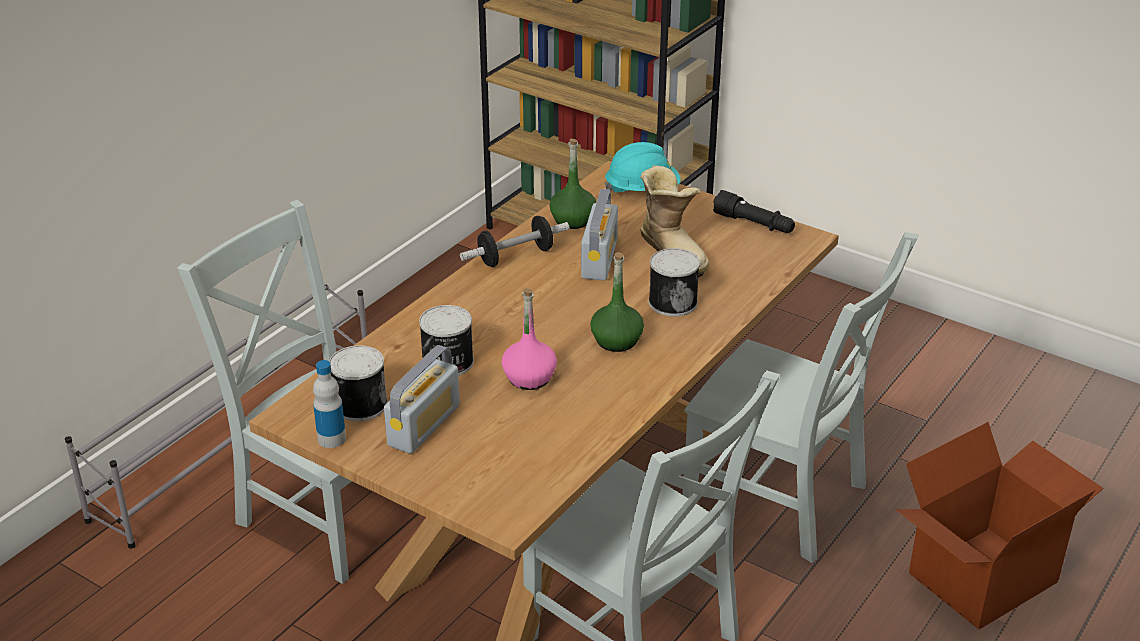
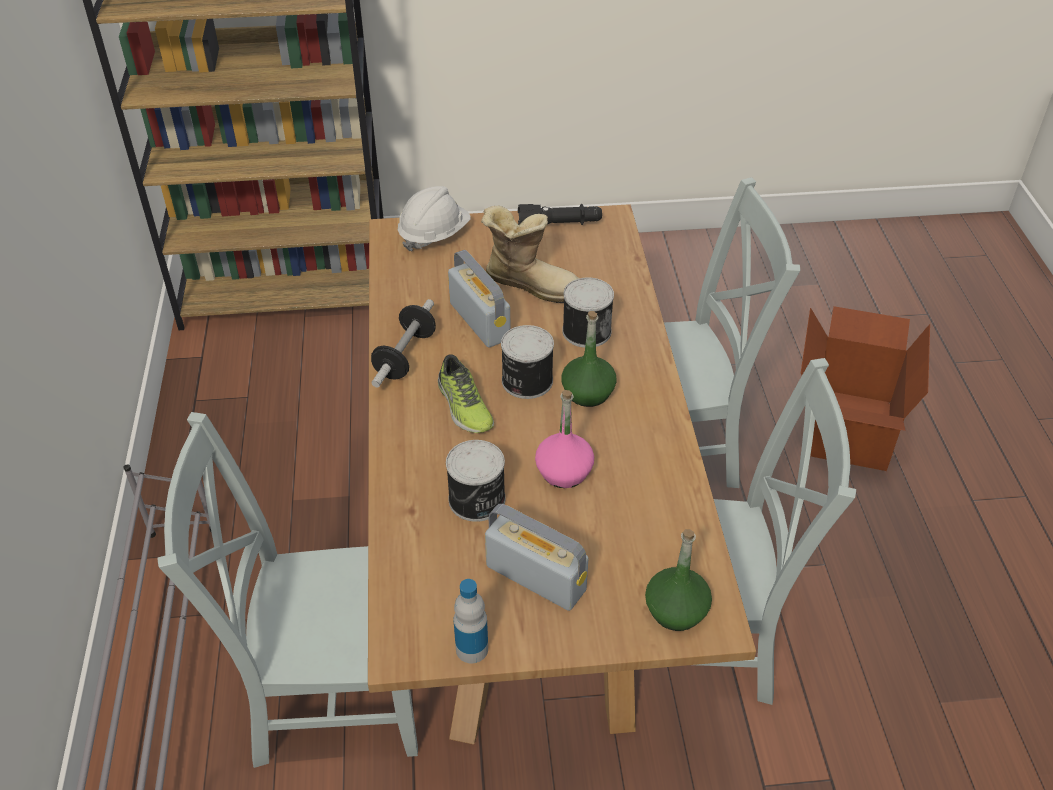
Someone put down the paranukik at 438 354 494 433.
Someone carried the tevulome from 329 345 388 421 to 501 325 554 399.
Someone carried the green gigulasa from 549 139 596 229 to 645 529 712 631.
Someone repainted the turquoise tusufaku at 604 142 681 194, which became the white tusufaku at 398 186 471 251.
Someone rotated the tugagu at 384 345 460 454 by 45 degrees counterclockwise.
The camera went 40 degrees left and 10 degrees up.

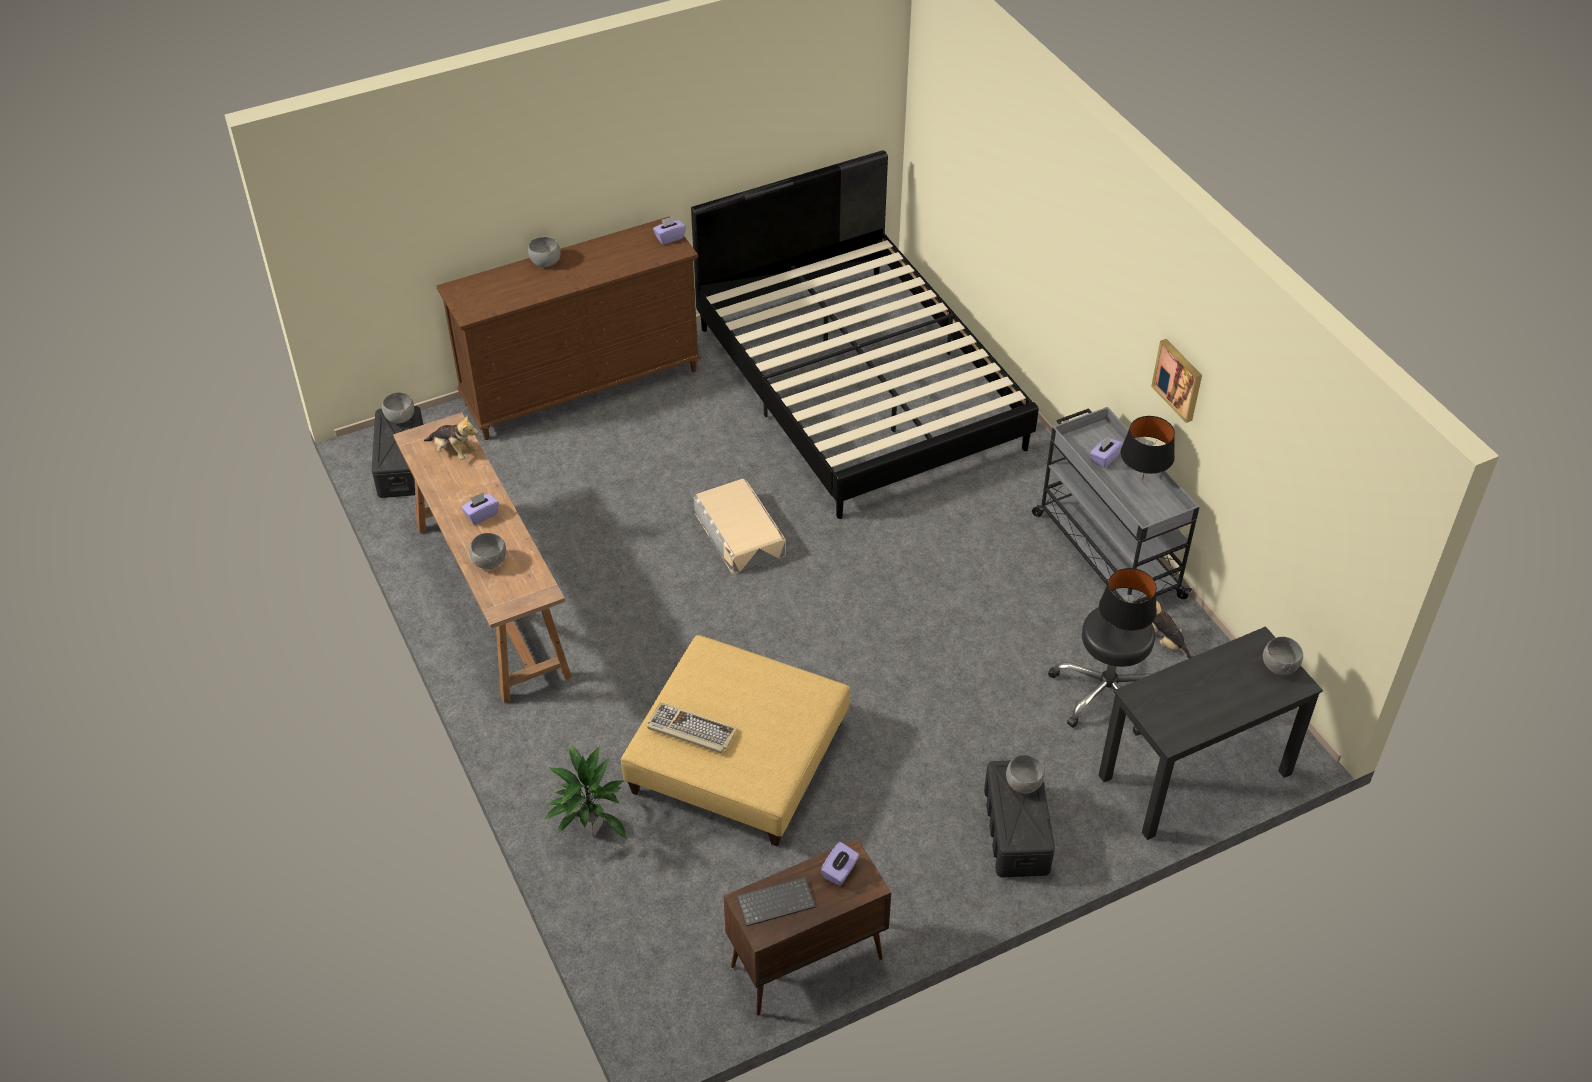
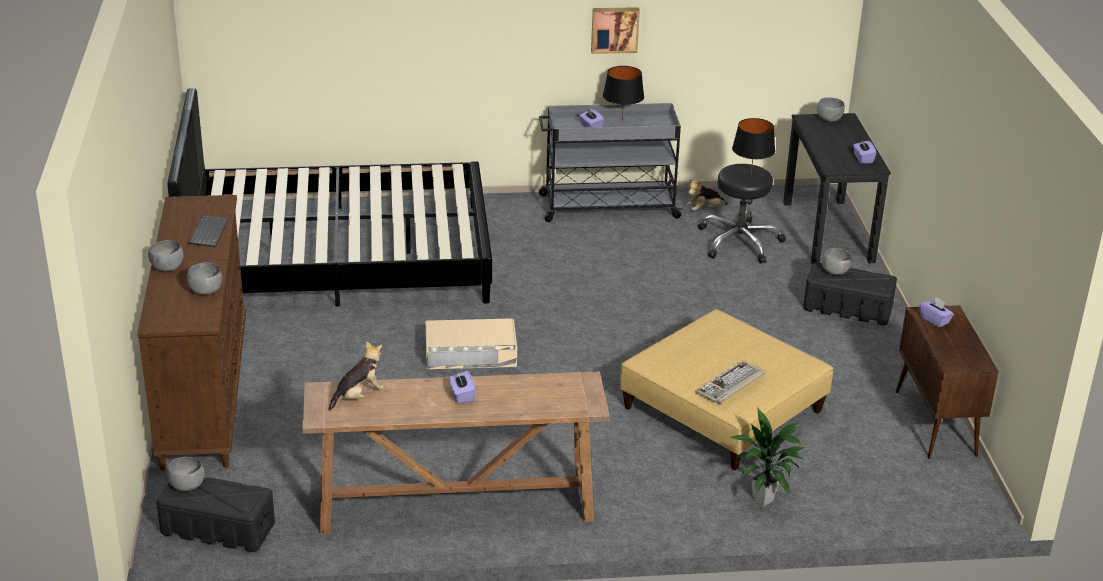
Someone carried the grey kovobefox from 469 533 506 569 to 187 262 222 295.
Someone carried the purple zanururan from 653 217 686 245 to 853 140 876 164.
Someone carried the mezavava from 737 877 815 927 to 189 215 228 248.
The camera went 70 degrees left and 15 degrees down.

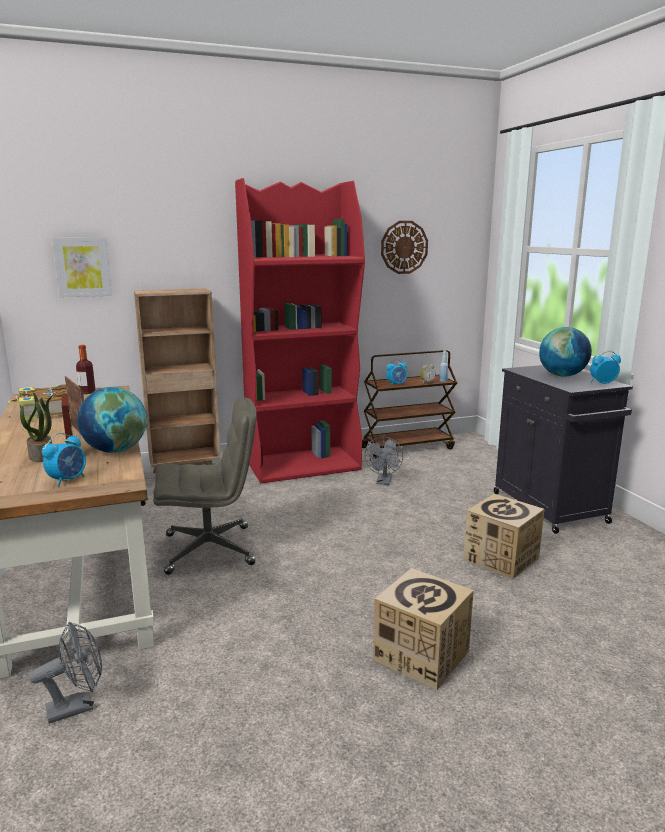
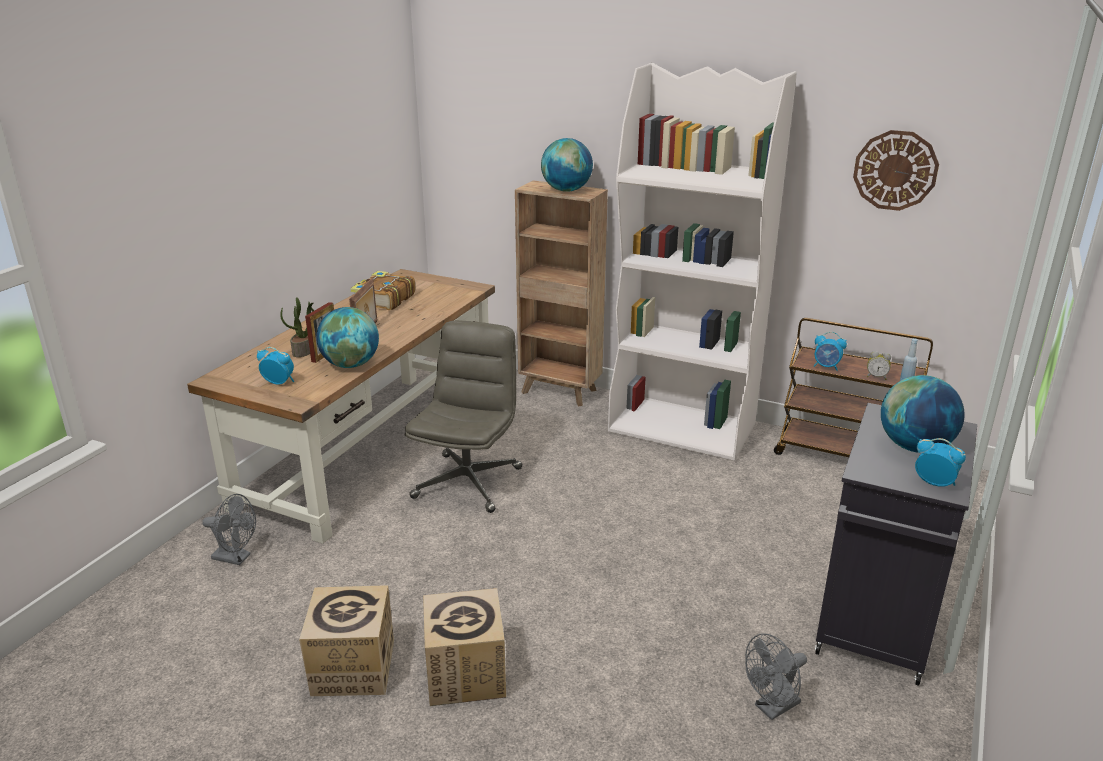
Someone took away the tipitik at 52 238 112 298.
Someone took away the gigulasa at 76 345 96 394.
Someone put down the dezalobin at 541 138 593 192.
Someone carried the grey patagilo from 365 437 403 485 to 745 633 807 720.
Someone carried the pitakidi from 463 494 544 579 to 299 585 394 696.
Someone repainted the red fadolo at 235 178 365 483, which became the white fadolo at 608 63 797 461.
Someone rotated the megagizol at 42 433 86 487 by 150 degrees counterclockwise.
Someone rotated the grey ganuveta at 153 398 257 575 by 105 degrees counterclockwise.
The camera went 45 degrees right and 10 degrees up.

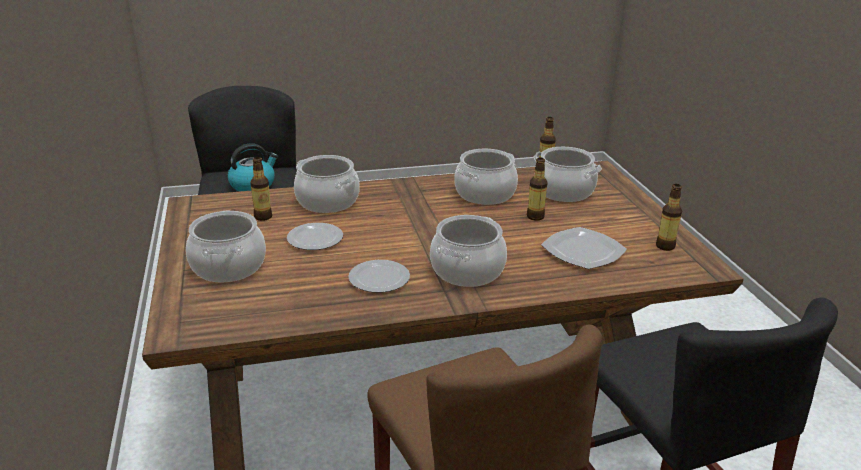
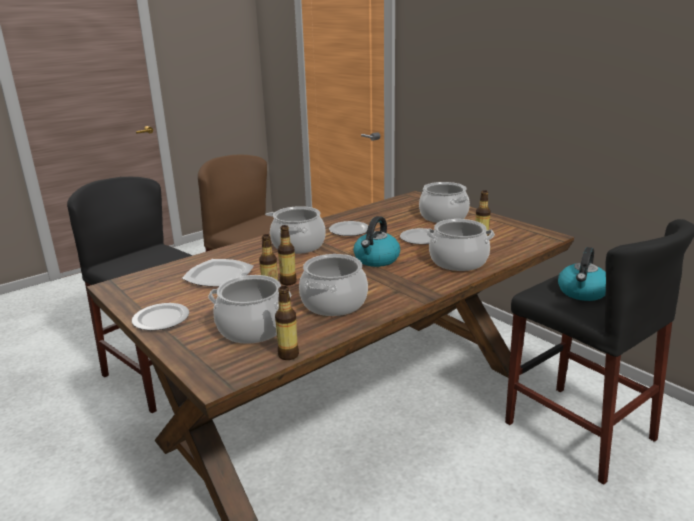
Someone put down the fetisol at 132 303 189 331.
Someone put down the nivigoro at 353 216 400 267.
Someone carried the gigulasa from 656 184 682 251 to 278 225 297 285.
The camera went 155 degrees right and 5 degrees down.

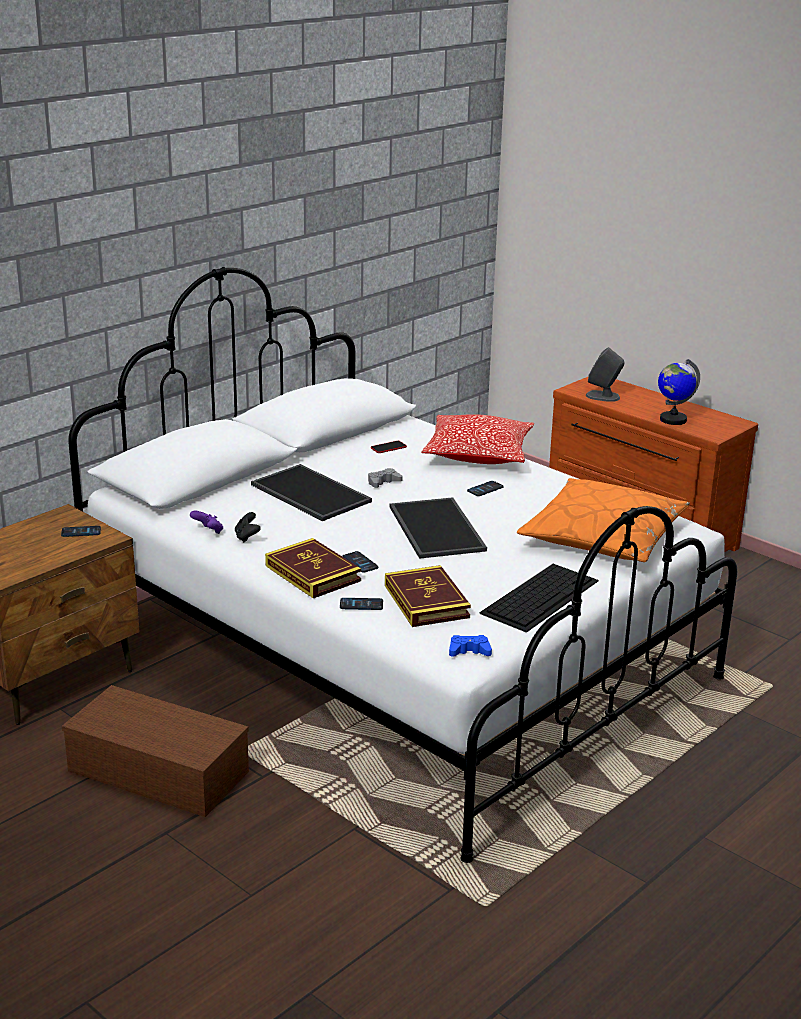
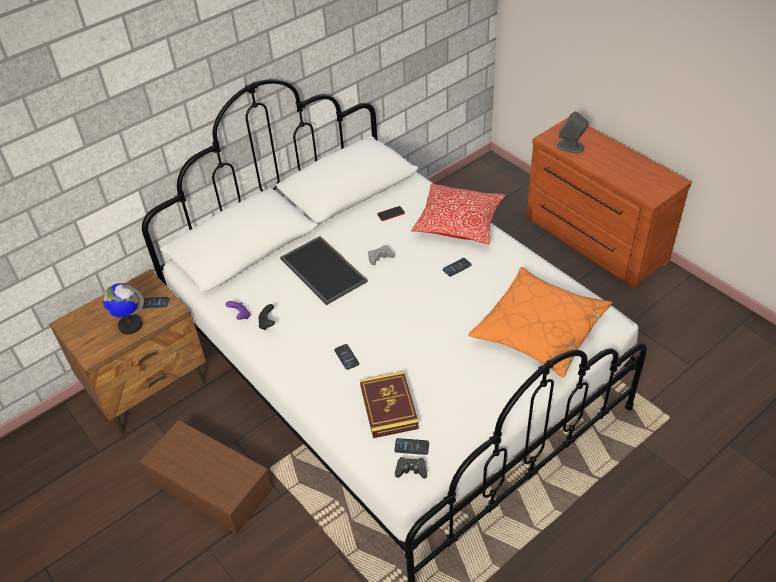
Someone took away the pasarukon at 265 538 361 598.
Someone took away the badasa at 390 497 487 559.
Someone took away the mezavava at 479 564 598 633.
Someone carried the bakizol from 340 598 383 610 to 394 438 429 455.
Someone carried the dezalobin from 658 359 700 425 to 103 283 144 334.
Someone repainted the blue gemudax at 449 635 492 657, which became the black gemudax at 395 457 427 479.
The camera went 10 degrees right and 20 degrees up.

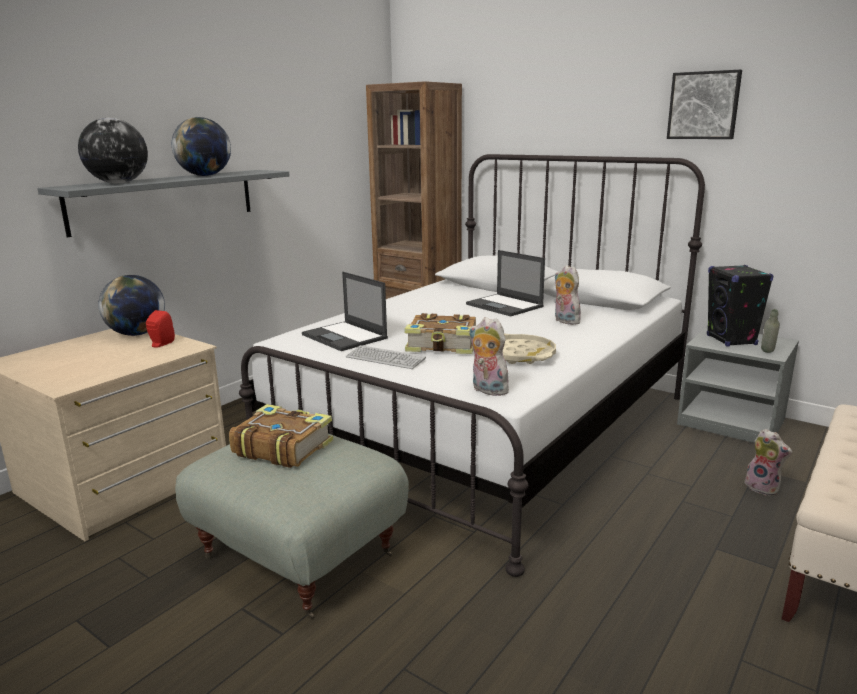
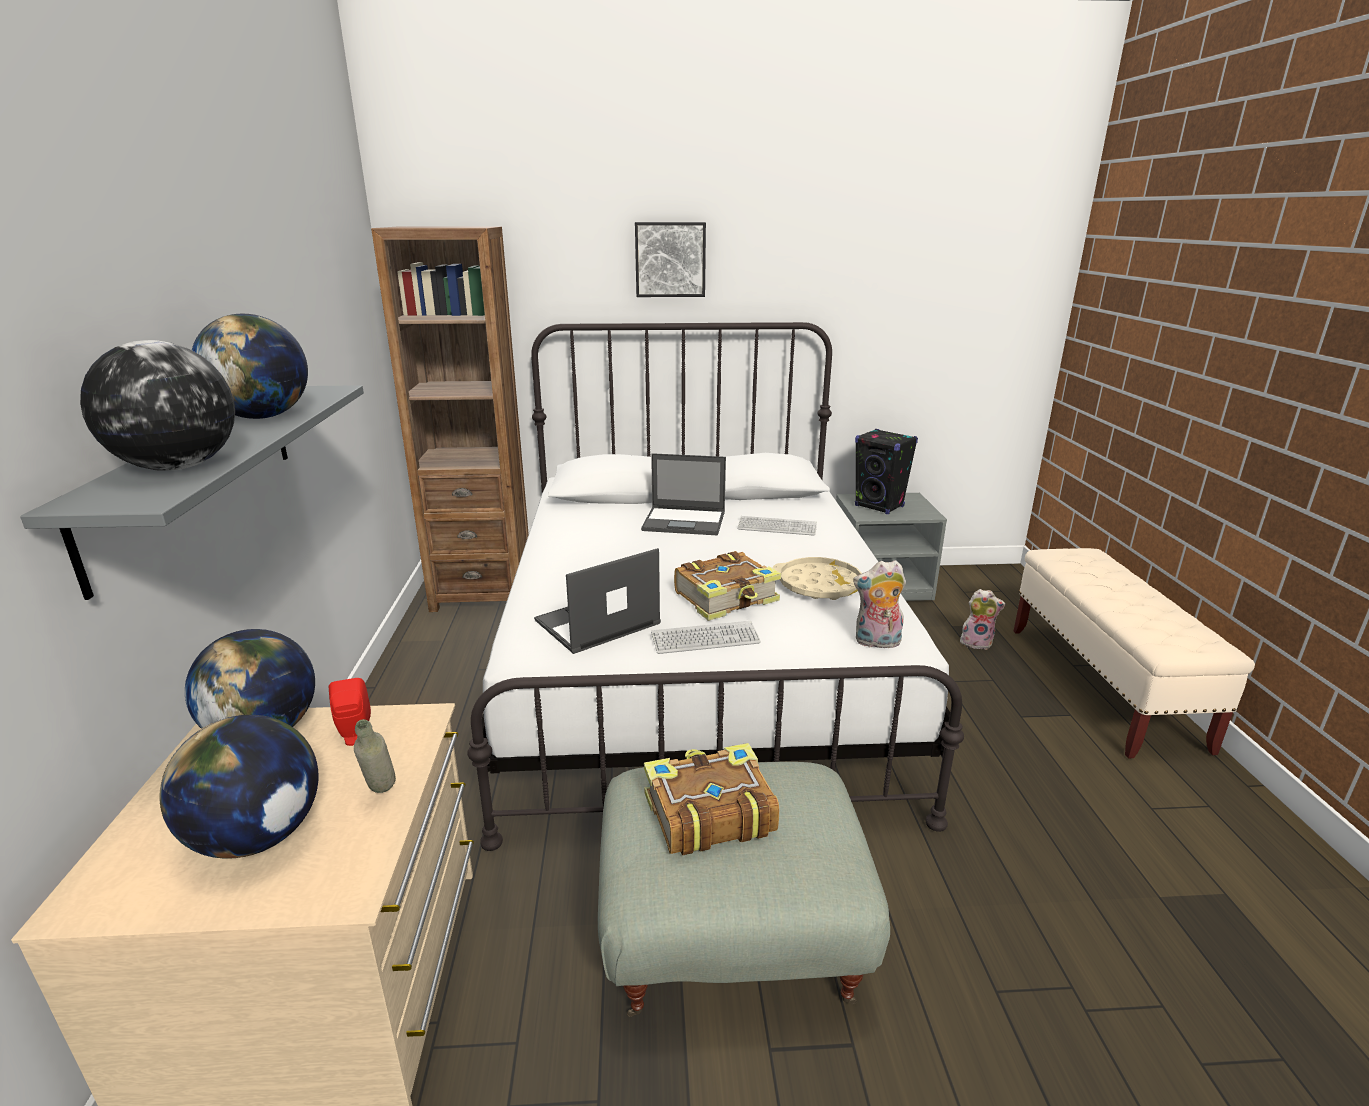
Someone put down the dezalobin at 159 715 318 859.
Someone carried the tipitik from 667 70 742 139 to 635 222 706 297.
Someone carried the grey gigulasa from 761 309 780 353 to 354 719 396 793.
Someone swapped the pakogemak at 554 265 581 325 for the mezavava at 737 516 817 536.
Someone rotated the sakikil at 302 272 388 351 by 135 degrees clockwise.
The camera went 40 degrees left and 5 degrees up.

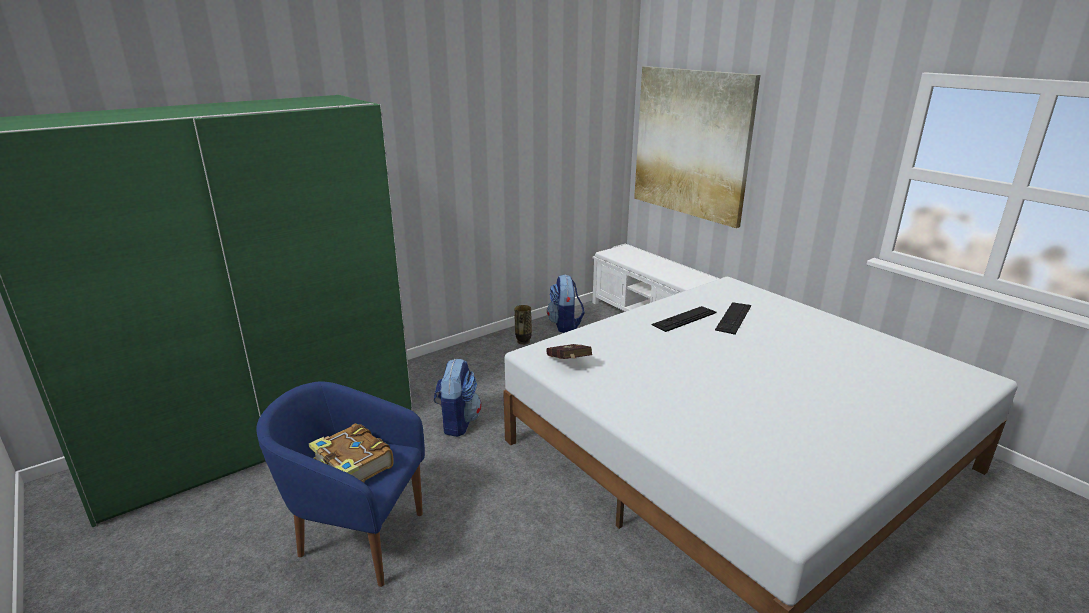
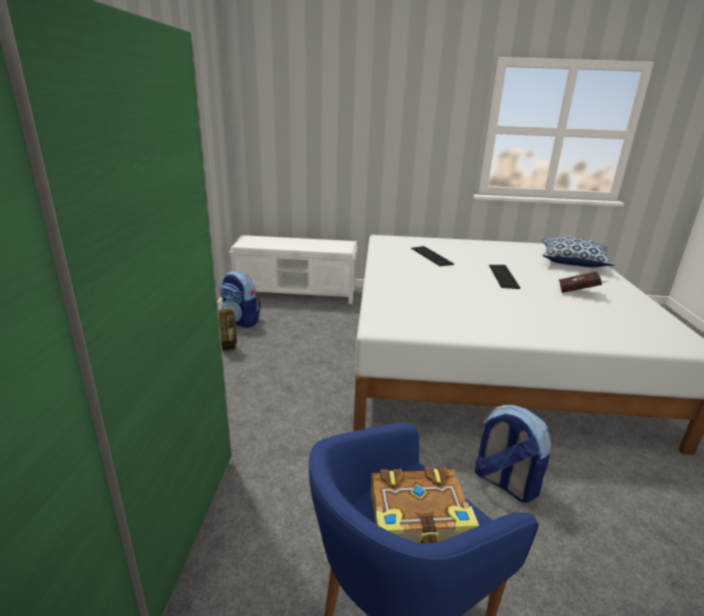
Someone took away the tipitik at 634 66 760 228.
Someone put down the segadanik at 542 237 615 267.
Someone carried the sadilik from 434 359 481 437 to 475 405 551 503.
Someone carried the red pasarukon from 546 344 592 359 to 559 272 607 293.
Someone carried the mezavava from 651 306 716 332 to 489 265 520 289.
The camera went 50 degrees left and 0 degrees up.

